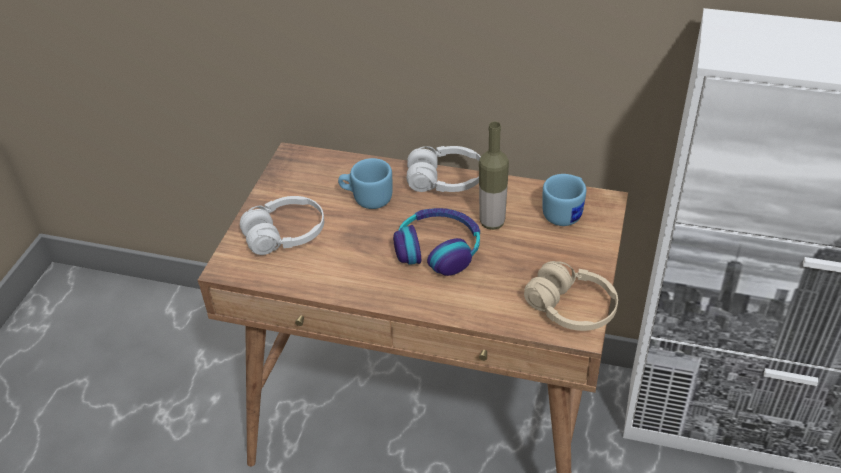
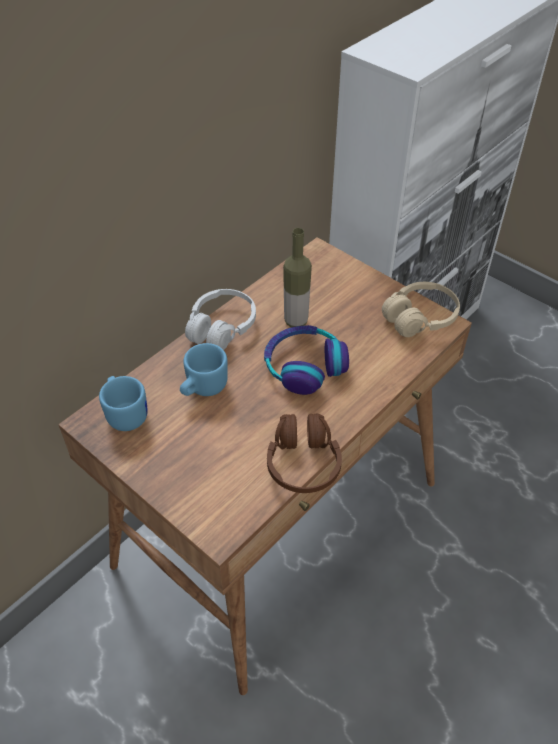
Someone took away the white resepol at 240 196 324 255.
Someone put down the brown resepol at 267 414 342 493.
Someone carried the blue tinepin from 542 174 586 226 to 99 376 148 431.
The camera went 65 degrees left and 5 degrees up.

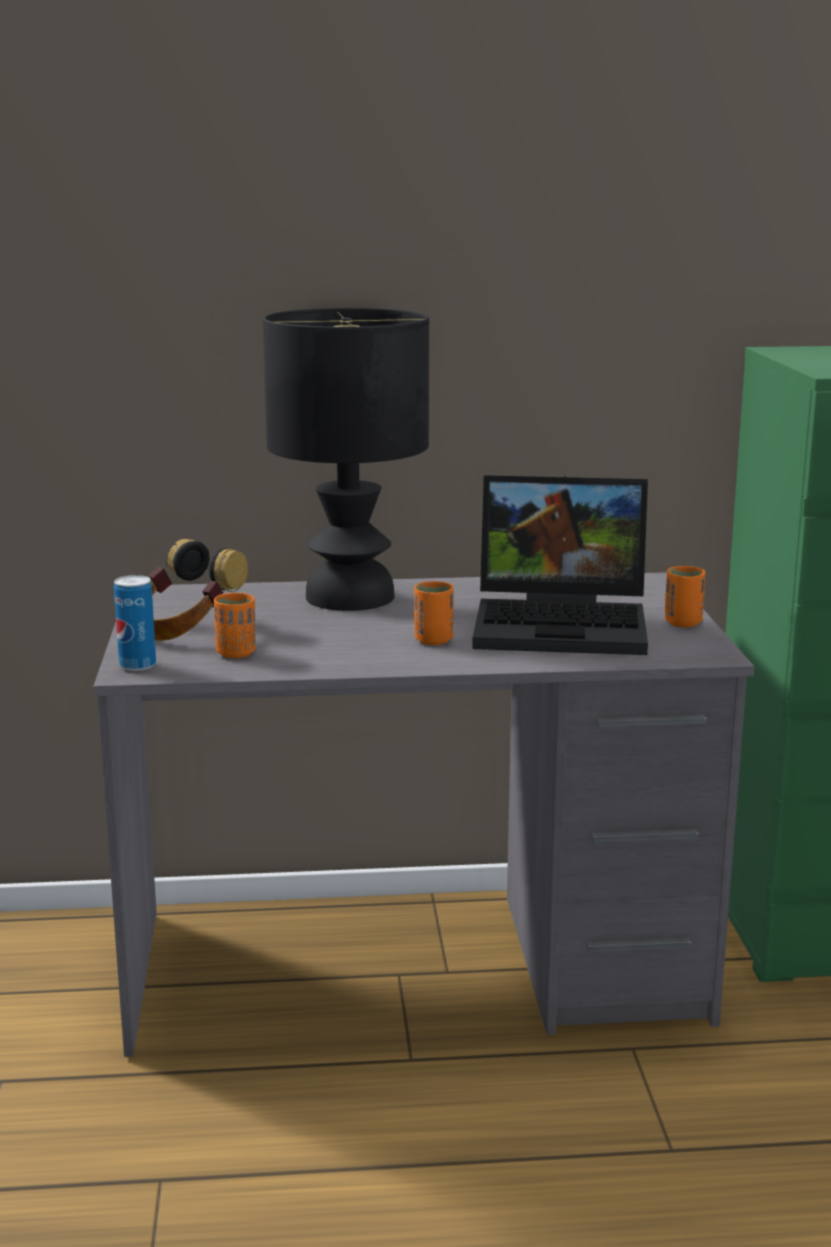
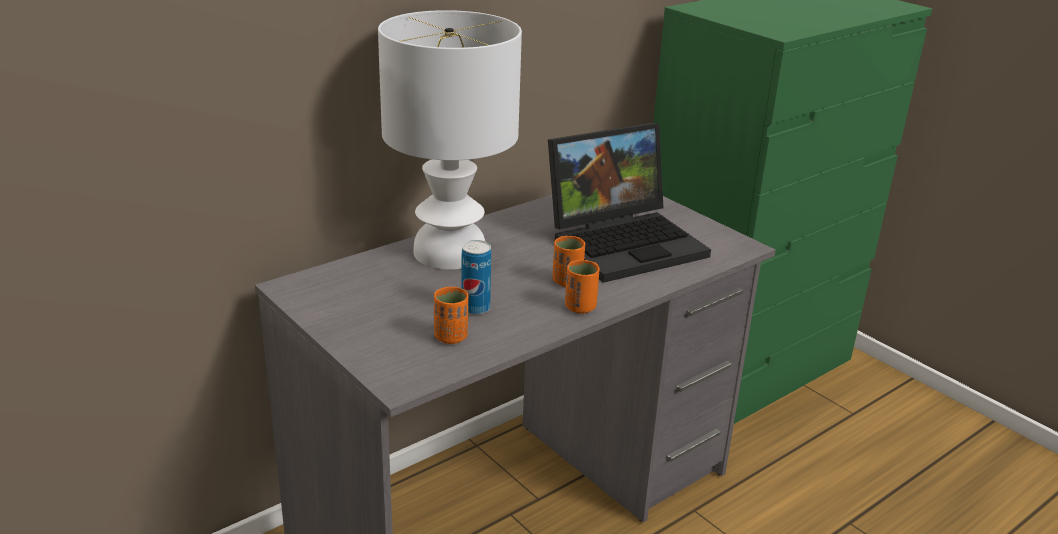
Someone took away the resepol at 148 539 248 641.
Someone carried the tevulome from 114 575 156 671 to 461 240 491 315.
Someone carried the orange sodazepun from 665 566 705 627 to 565 260 600 314.
Someone repainted the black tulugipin at 263 308 429 611, which became the white tulugipin at 378 10 522 270.
The camera went 35 degrees left and 10 degrees up.

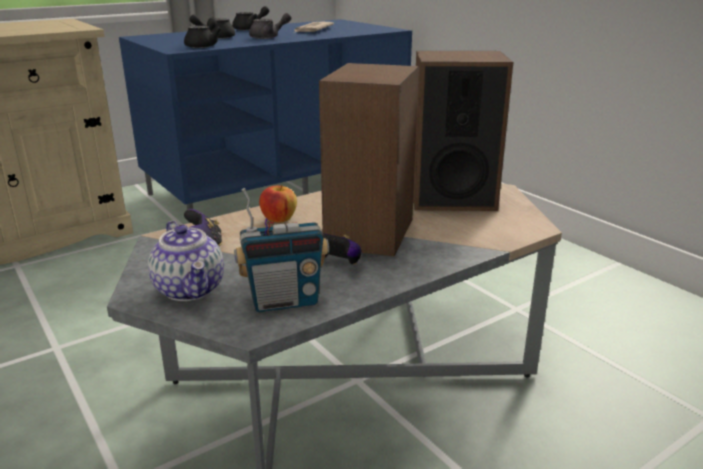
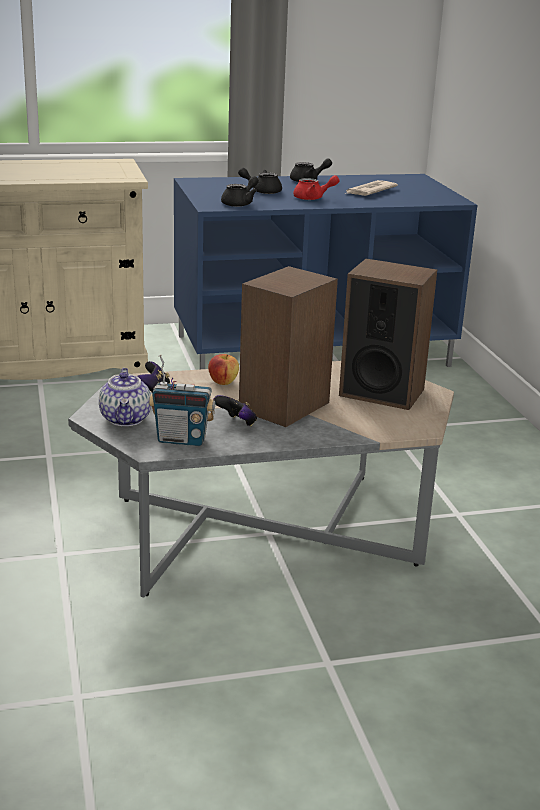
Someone repainted the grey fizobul at 249 13 292 39, which became the red fizobul at 293 175 340 200.
The camera went 20 degrees right and 0 degrees up.

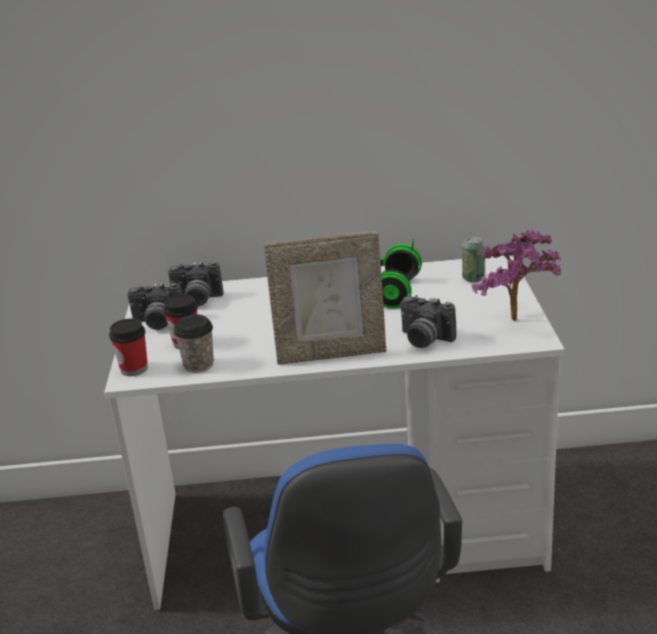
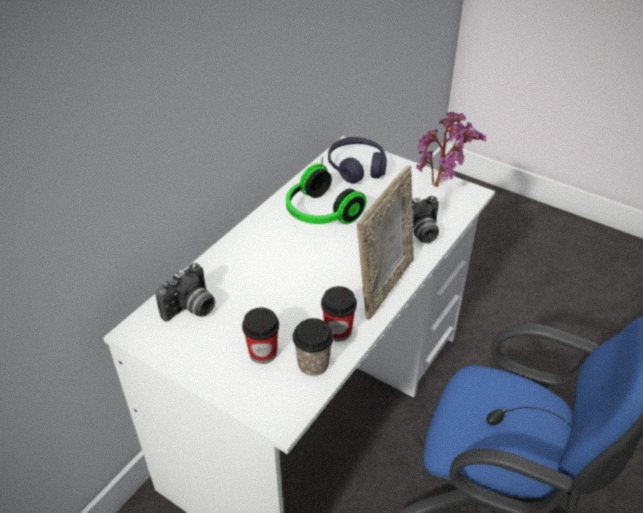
Someone took away the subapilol at 127 282 182 330.
Someone carried the sodazepun from 109 319 148 376 to 321 286 357 341.
Someone swapped the tevulome at 462 236 485 283 for the purple resepol at 328 137 387 184.
The camera went 55 degrees left and 15 degrees up.

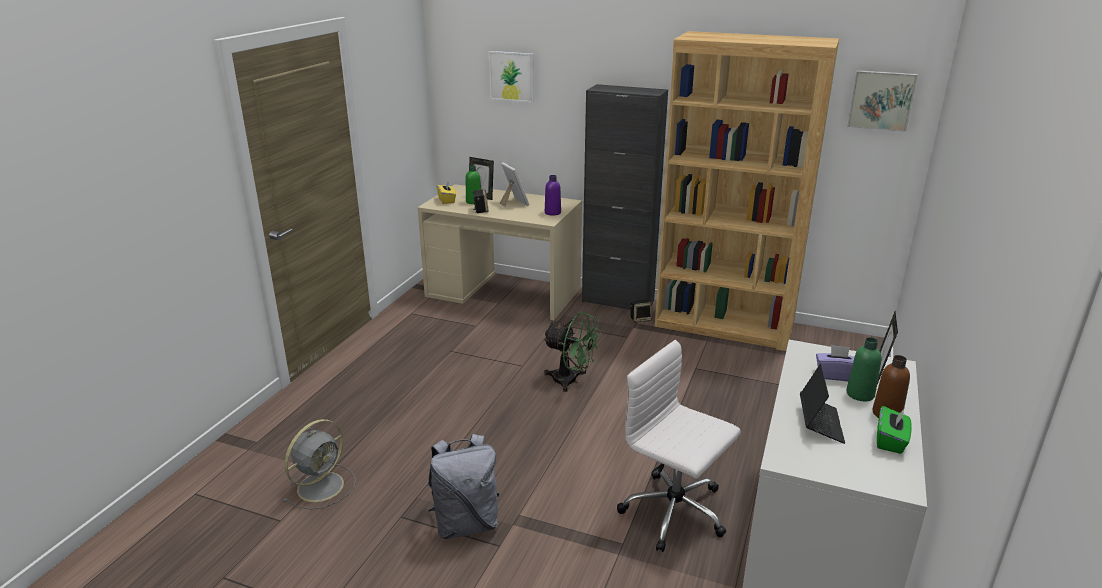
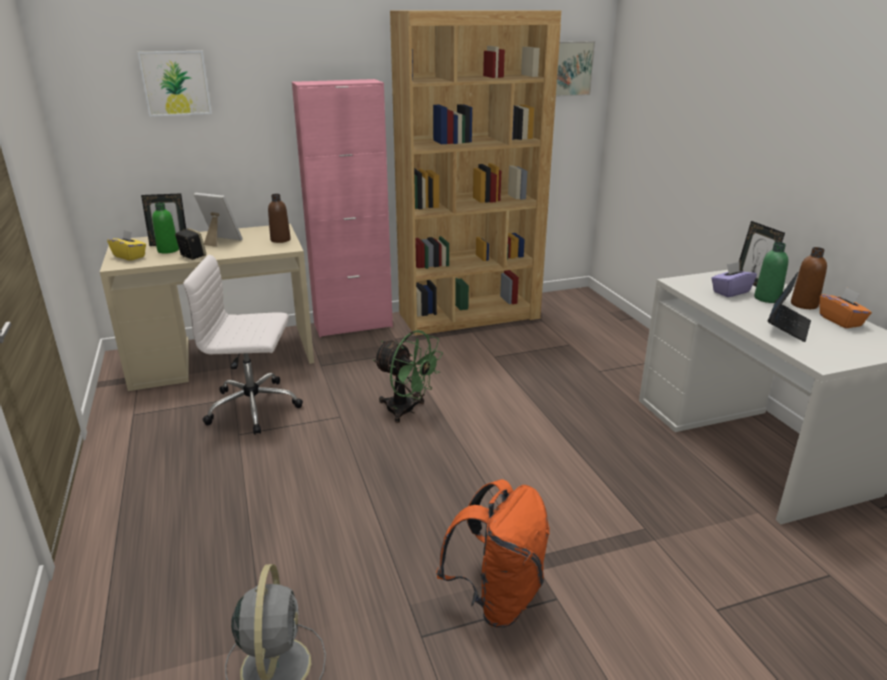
Someone took away the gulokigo at 630 300 653 323.
Someone carried the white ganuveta from 617 340 741 552 to 183 255 303 435.
Someone repainted the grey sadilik at 428 434 500 539, which became the orange sadilik at 436 479 550 628.
Someone repainted the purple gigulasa at 545 175 561 216, which became the brown gigulasa at 268 194 291 243.
Someone repainted the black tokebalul at 582 84 668 310, which became the pink tokebalul at 292 79 393 337.
Someone repainted the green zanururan at 877 406 912 454, which became the orange zanururan at 820 287 872 328.
Someone rotated the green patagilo at 543 312 602 392 by 45 degrees clockwise.
Someone rotated the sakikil at 800 364 845 444 by 60 degrees clockwise.
The camera went 40 degrees left and 0 degrees up.

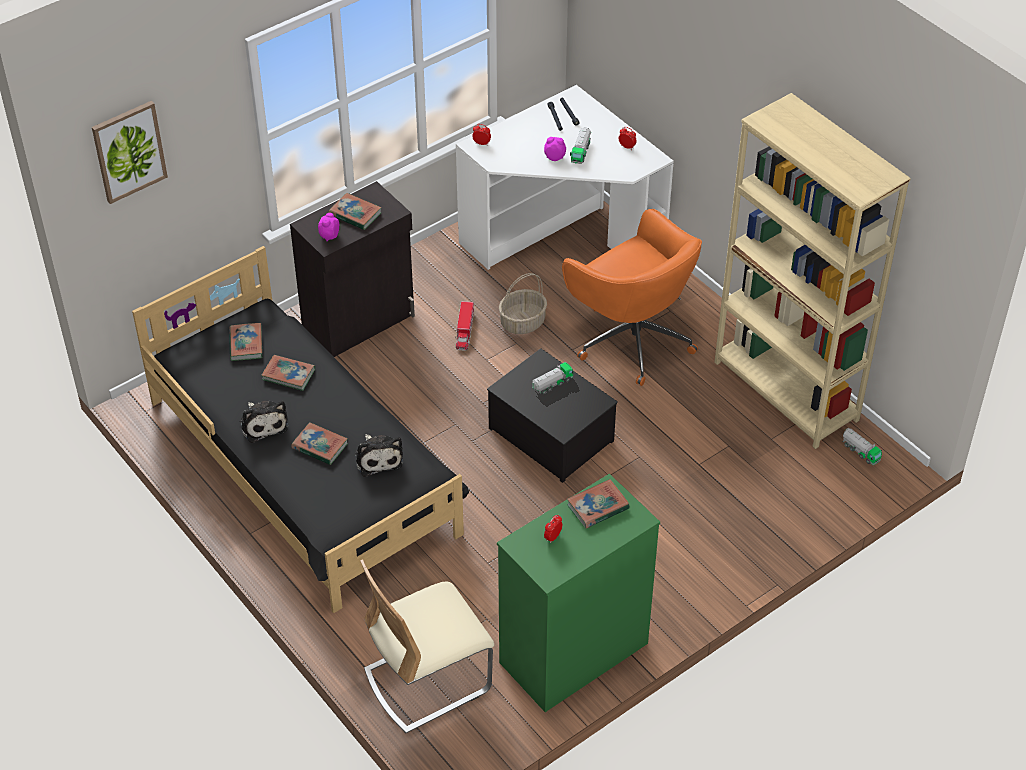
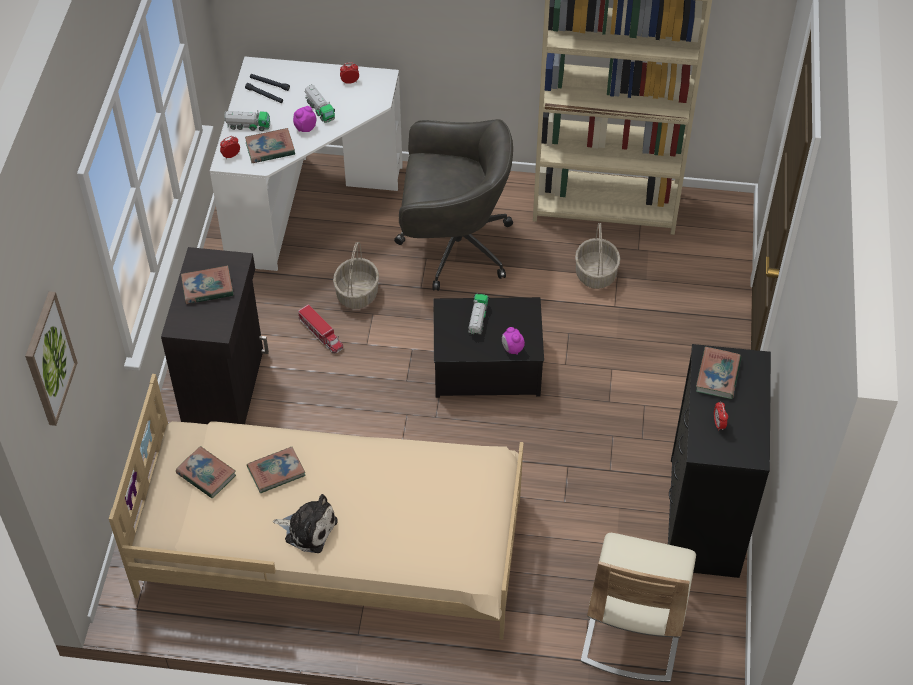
Someone took away the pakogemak at 355 434 403 477.
Someone put down the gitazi at 575 222 620 289.
Someone carried the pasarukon from 291 422 348 465 to 245 128 295 163.
Someone carried the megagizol from 318 213 339 241 to 502 327 525 355.
Someone carried the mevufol from 843 427 882 465 to 224 110 270 131.
Someone repainted the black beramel at 132 246 469 613, which became the beige beramel at 109 374 524 640.
Someone repainted the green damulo at 497 474 660 712, which became the black damulo at 668 344 771 578.
Someone repainted the orange ganuveta at 562 209 702 386, which became the grey ganuveta at 394 119 513 291.
The camera went 45 degrees left and 5 degrees up.

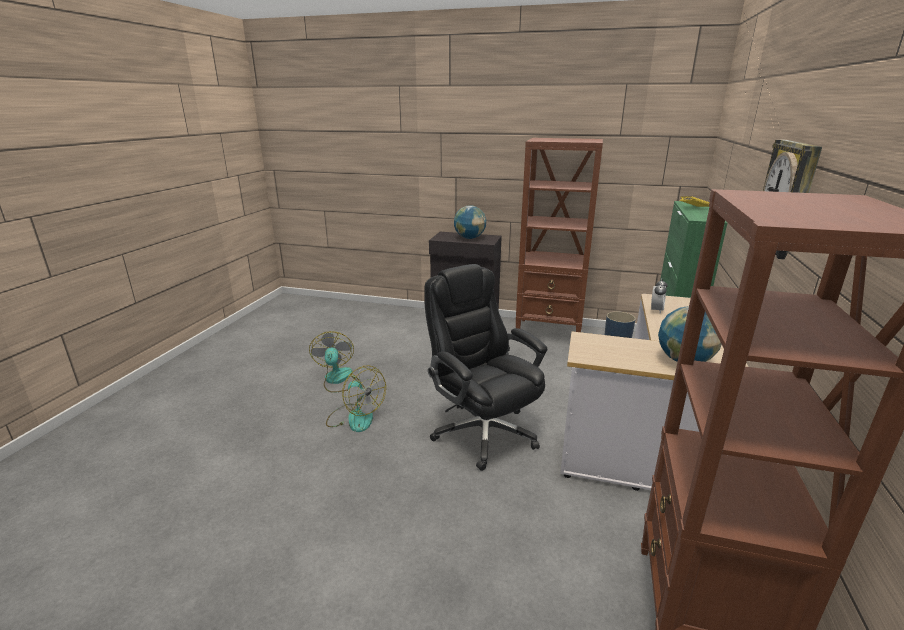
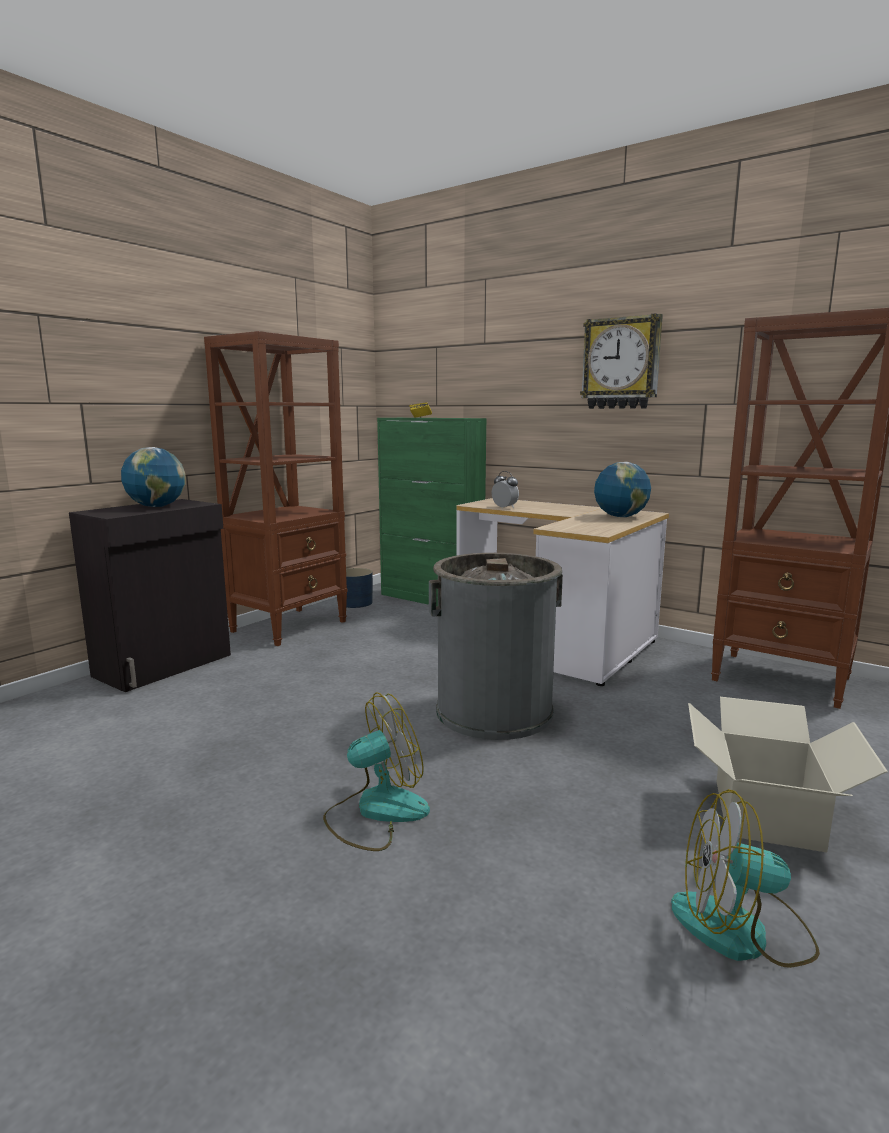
Someone put down the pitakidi at 688 697 888 853.
Someone carried the patagilo from 309 331 359 393 to 671 789 820 968.
Someone swapped the black ganuveta at 424 264 547 471 for the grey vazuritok at 429 553 563 740.
The camera went 70 degrees left and 10 degrees down.

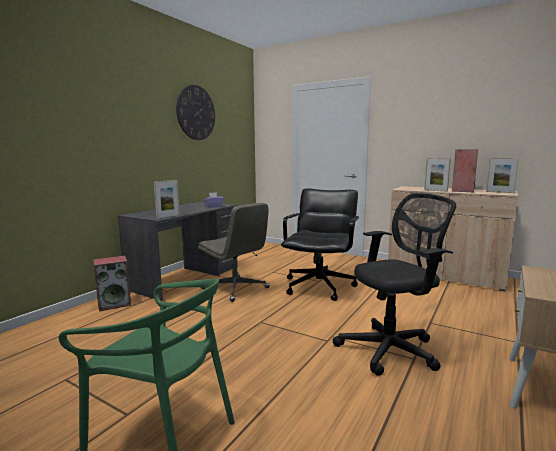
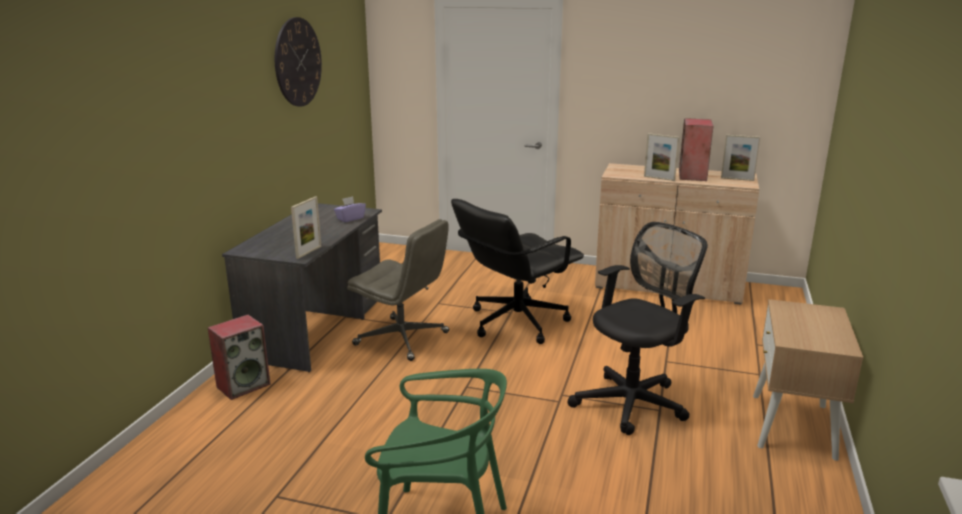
Someone rotated the black ganuveta at 281 188 359 301 by 135 degrees counterclockwise.
The camera went 15 degrees left and 10 degrees up.

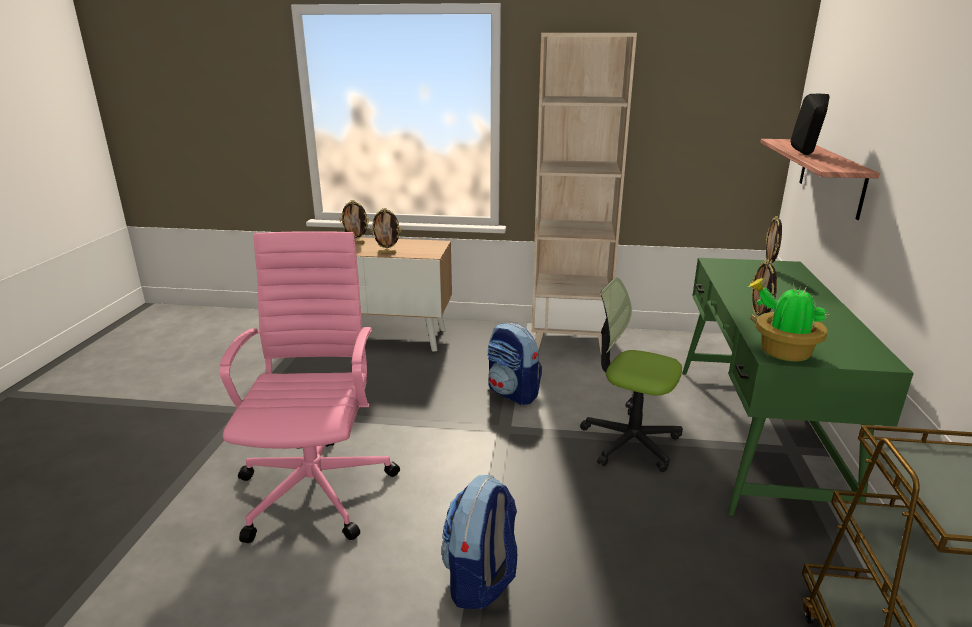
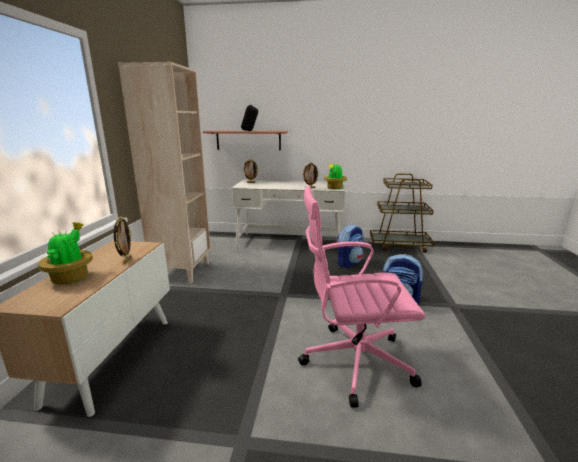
Someone took away the ganuveta at 580 277 683 472.
Someone carried the sadilik from 487 323 542 405 to 337 224 364 268.
Someone swapped the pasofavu at 340 200 369 244 for the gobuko at 38 222 93 285.
Someone repainted the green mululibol at 682 258 914 516, which became the white mululibol at 231 180 345 249.
The camera went 90 degrees left and 5 degrees down.

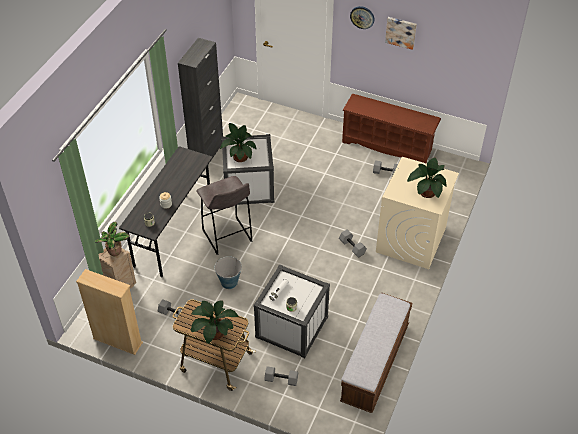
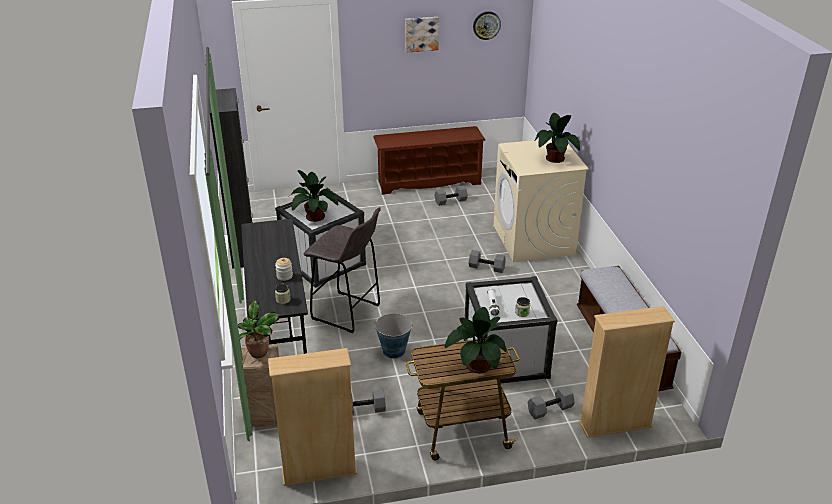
Someone put down the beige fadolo at 579 306 675 438.
Someone carried the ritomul from 350 6 374 29 to 473 11 501 40.
The camera went 35 degrees left and 15 degrees down.

